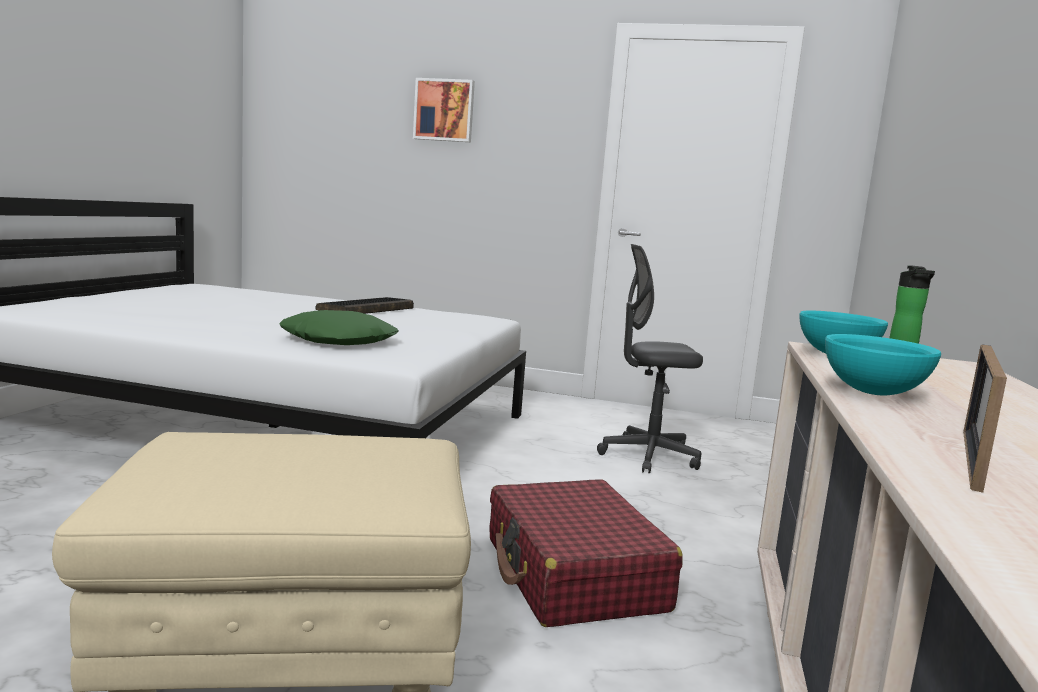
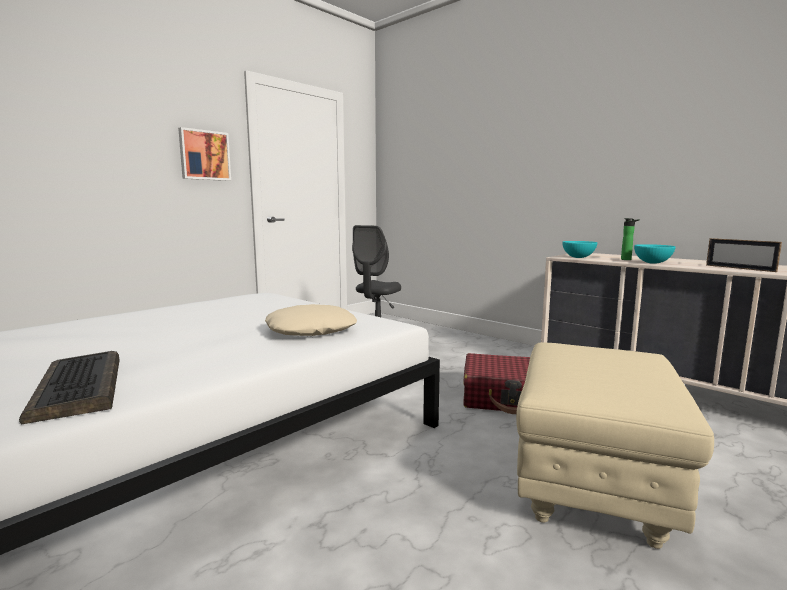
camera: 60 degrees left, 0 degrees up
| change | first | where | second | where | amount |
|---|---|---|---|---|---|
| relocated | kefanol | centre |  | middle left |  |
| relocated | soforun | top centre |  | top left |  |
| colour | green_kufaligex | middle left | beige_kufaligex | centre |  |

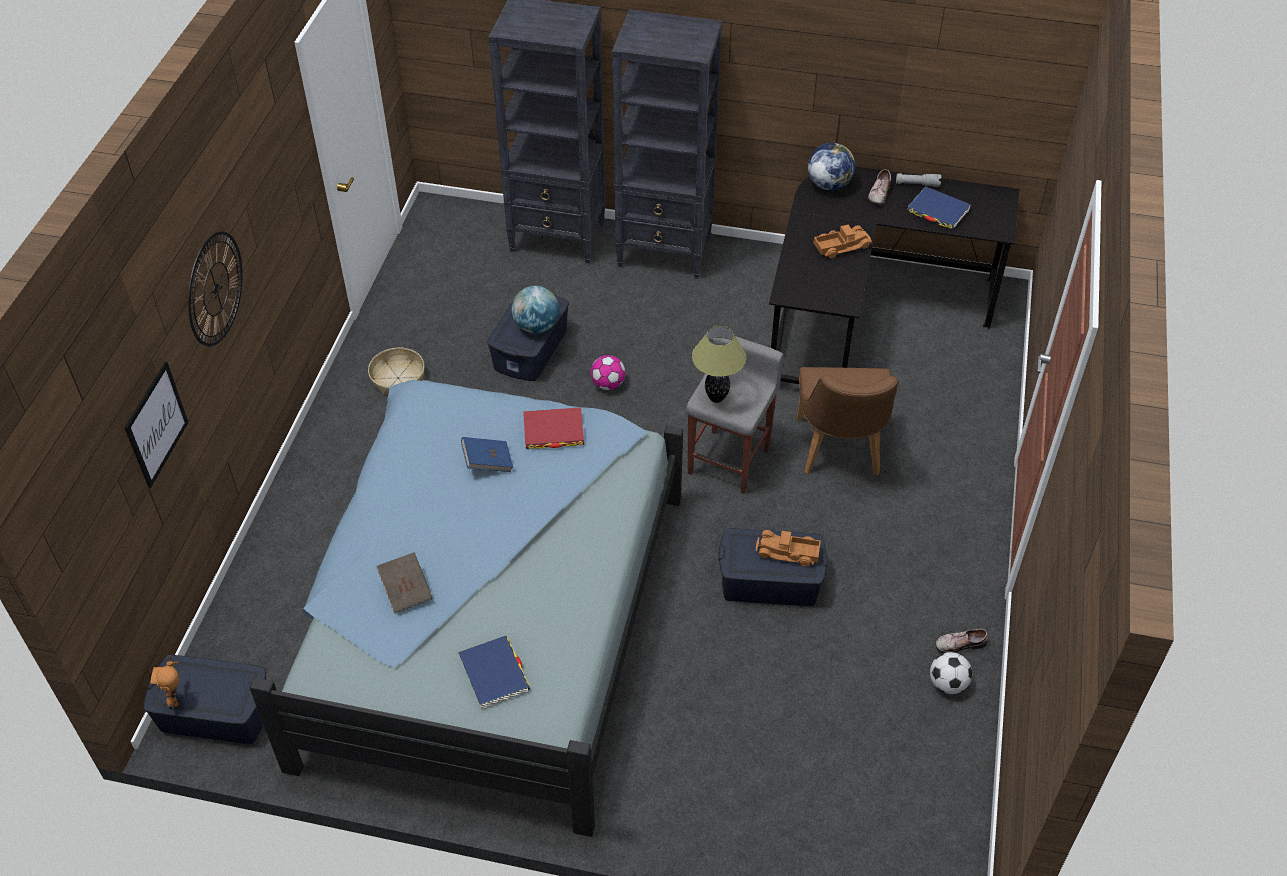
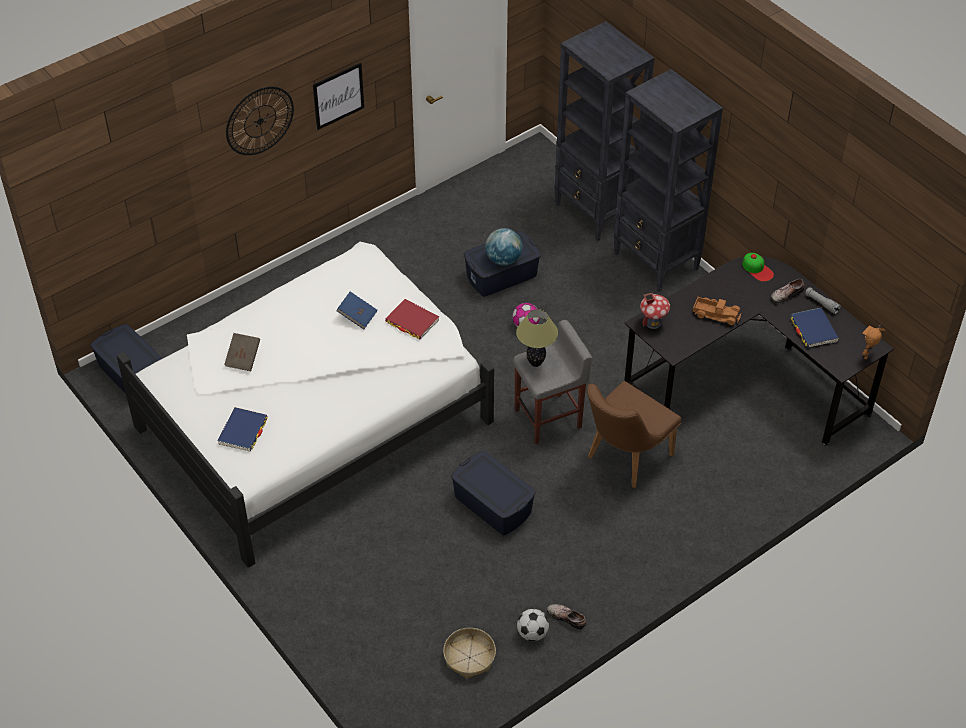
camera: 40 degrees right, 0 degrees up
| change | first | where | second | where | amount |
|---|---|---|---|---|---|
| colour | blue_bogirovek | bottom centre | white_bogirovek | middle left |  |
| relocated | soforun | middle left |  | top centre |  |
| relocated | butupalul | middle left |  | bottom centre |  |
| appeared |  |  | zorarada | middle right |  |
| exchanged | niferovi (no. 2 from left) | top centre | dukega | middle right |  |
| relocated | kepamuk | bottom left |  | middle right |  |
| missing | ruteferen (no. 1 from left) | centre |  |  |  |

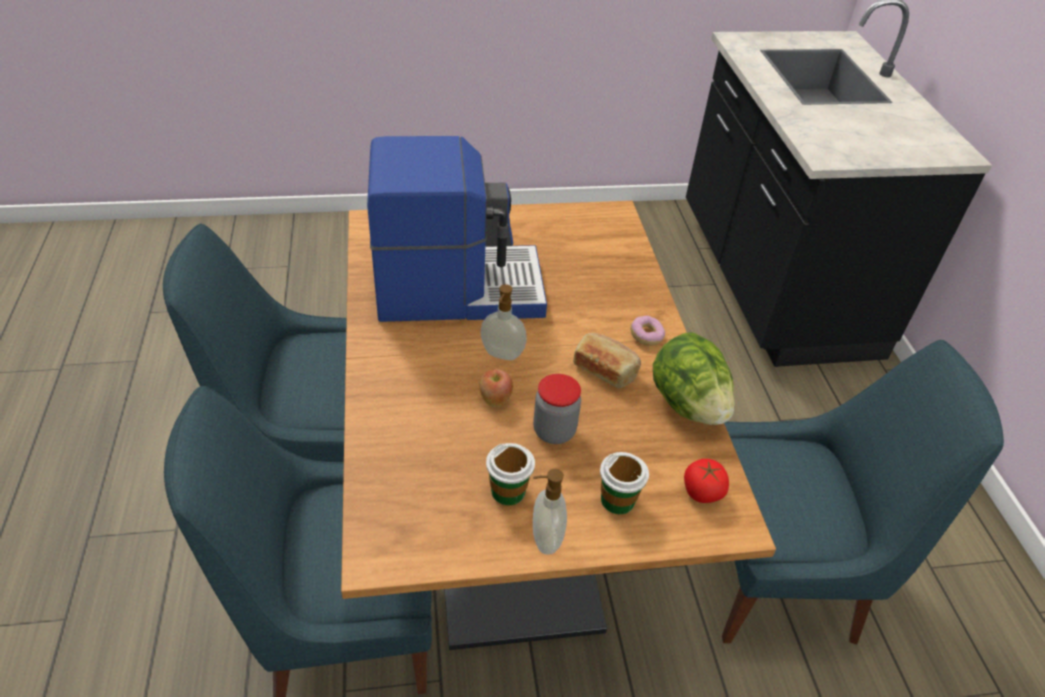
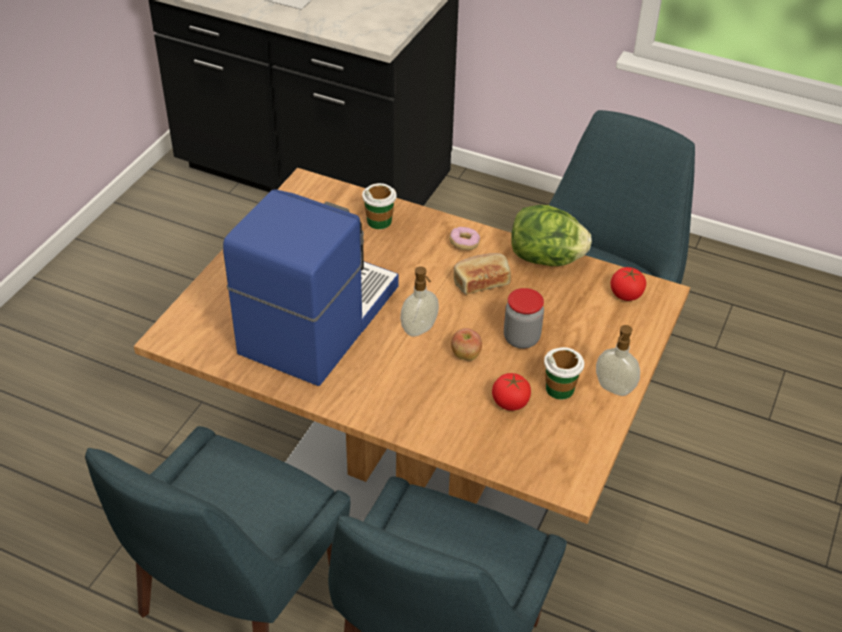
camera: 55 degrees left, 0 degrees up
| change | first | where | second | where | amount |
|---|---|---|---|---|---|
| relocated | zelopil (no. 2 from left in the first image) | bottom centre | zelopil (no. 1 from left) | top centre |  |
| appeared |  |  | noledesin (no. 1 from left) | centre |  |

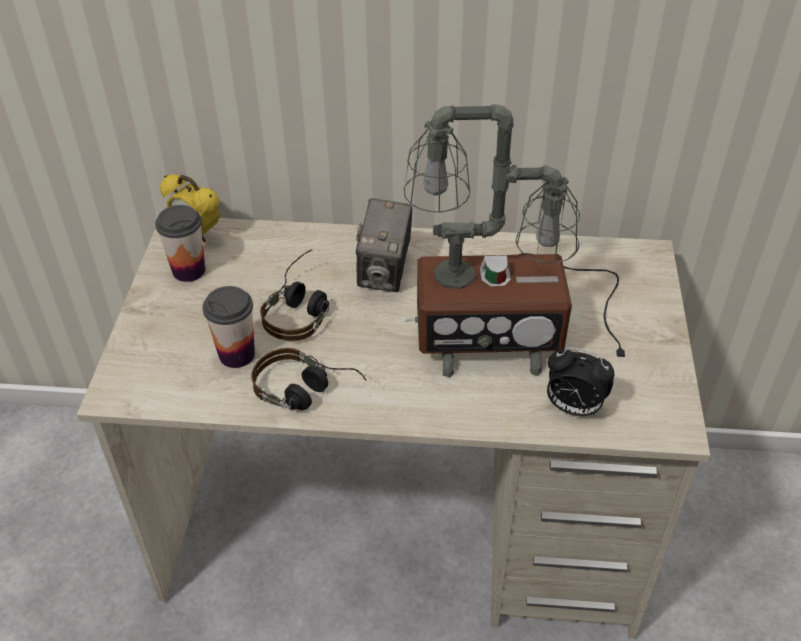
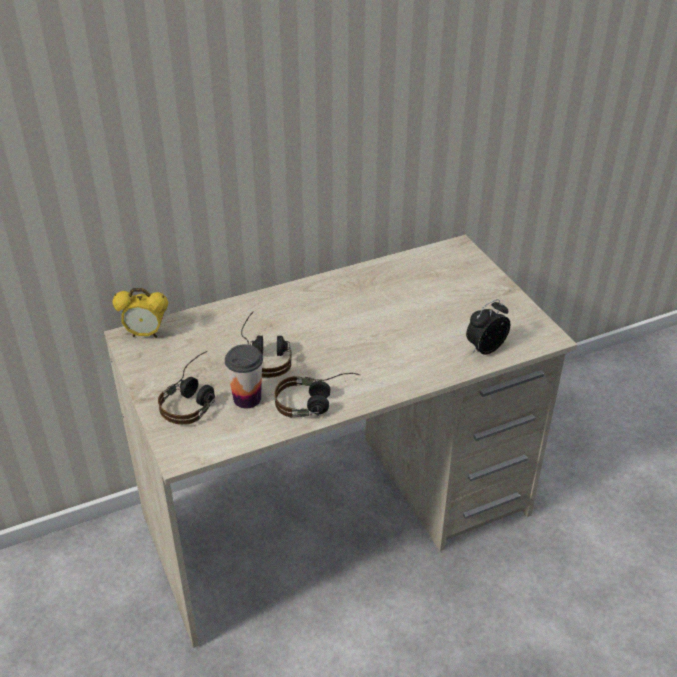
camera: 30 degrees left, 5 degrees down
| change | first | where | second | where | amount |
|---|---|---|---|---|---|
| appeared |  |  | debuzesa (no. 1 from left) | middle left |  |
| spun | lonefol (no. 2 from left) | middle right |  | middle right | 150 degrees clockwise |
| missing | zelopil (no. 1 from left) | middle left |  |  |  |
| missing | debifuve | centre |  |  |  |
| missing | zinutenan | centre |  |  |  |

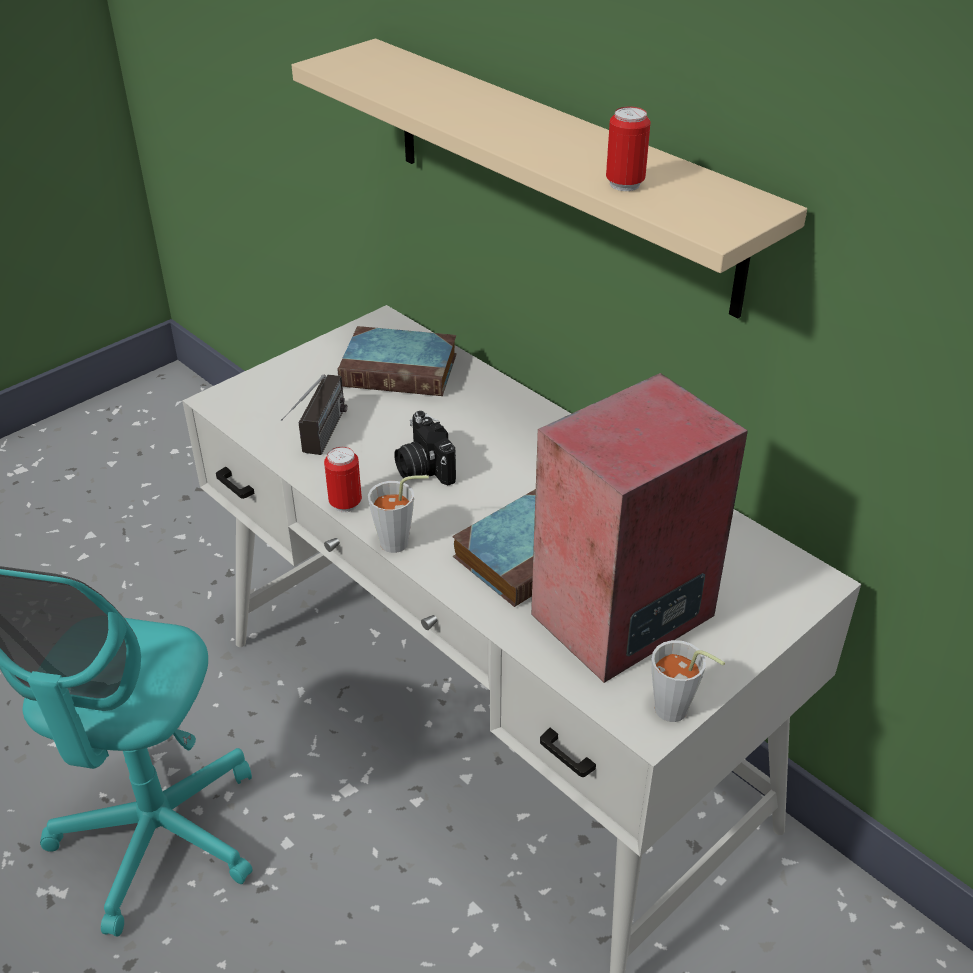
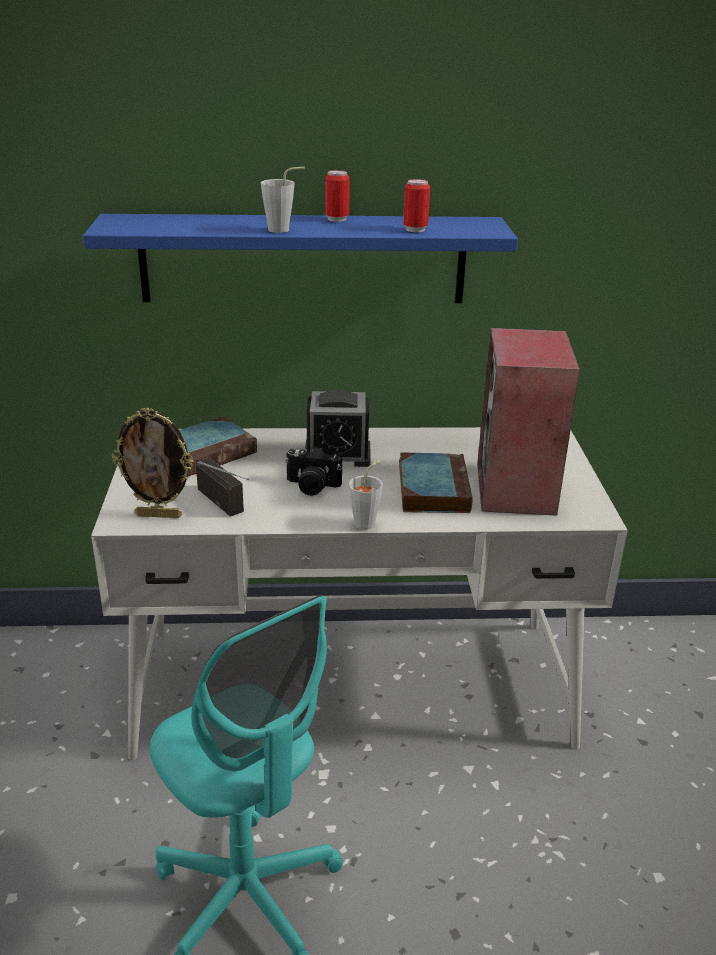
camera: 50 degrees left, 10 degrees down
| change | first | where | second | where | amount |
|---|---|---|---|---|---|
| colour | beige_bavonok | top centre | blue_bavonok | top centre |  |
| appeared |  |  | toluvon | middle left |  |
| relocated | grey_zelopil (no. 2 from left in the first image) | bottom right | grey_zelopil (no. 1 from left) | top centre |  |
| appeared |  |  | lonefol | centre |  |
| relocated | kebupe (no. 1 from left) | centre |  | top centre |  |

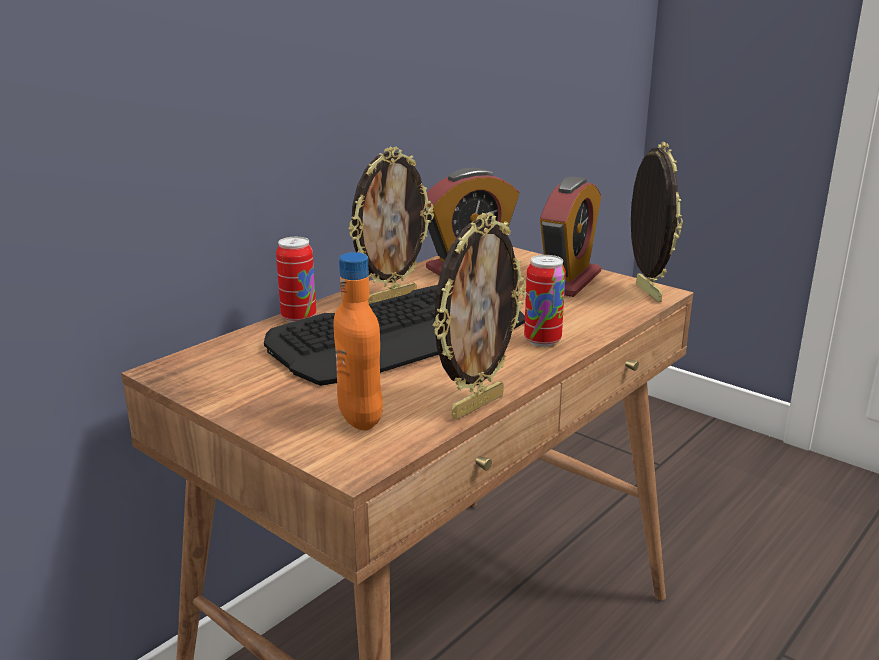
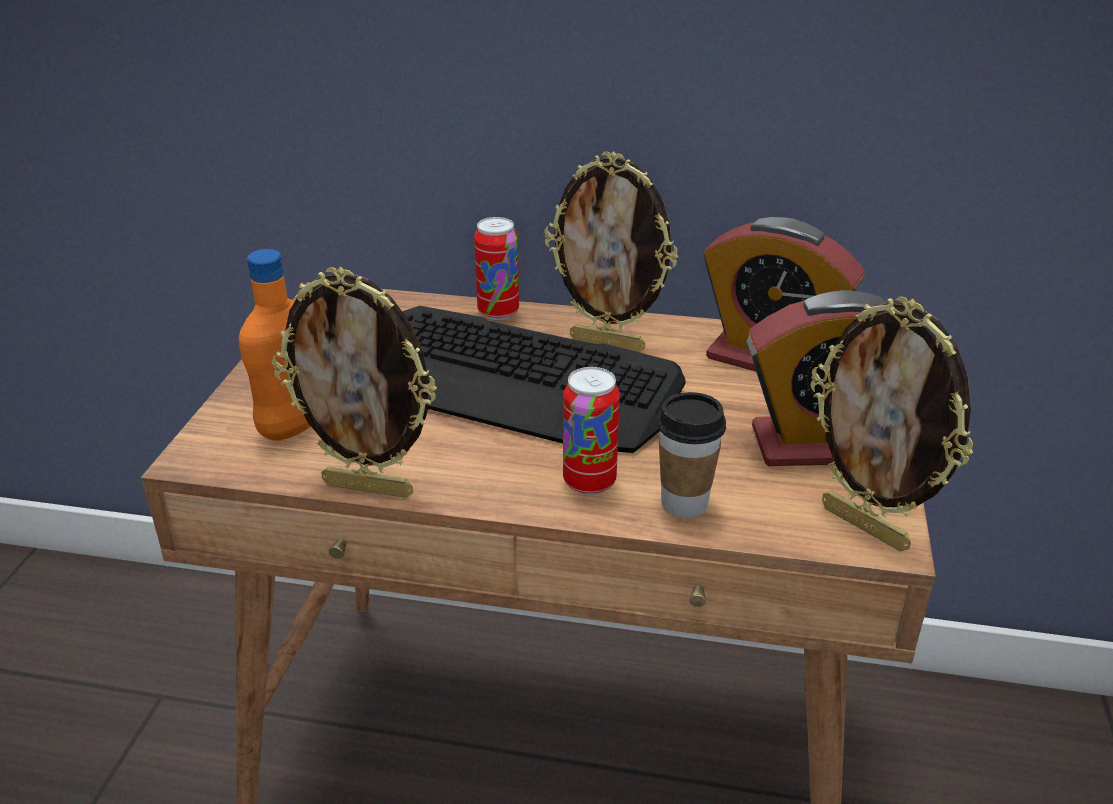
camera: 60 degrees right, 10 degrees up
| change | first | where | second | where | amount |
|---|---|---|---|---|---|
| appeared |  |  | zelopil | centre |  |
| spun | toluvon (no. 3 from left) | middle right |  | middle right | 90 degrees clockwise |

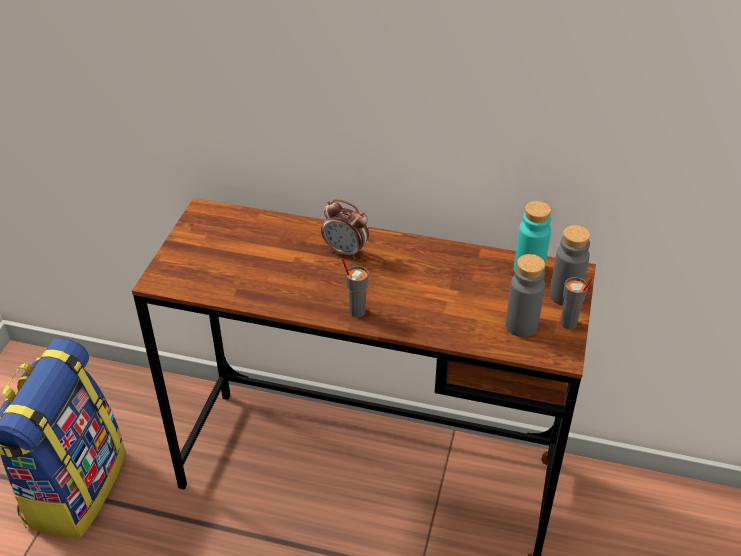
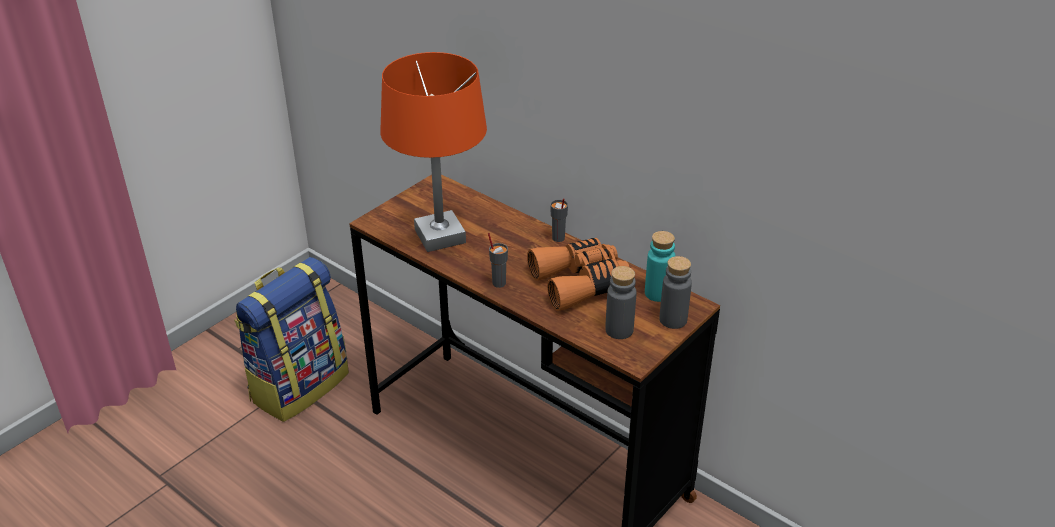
camera: 25 degrees right, 5 degrees down
| change | first | where | second | where | amount |
|---|---|---|---|---|---|
| appeared |  |  | orange_zinutenan | top centre |  |
| appeared |  |  | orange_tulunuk | centre |  |
| relocated | grey_zelopil (no. 2 from left) | middle right |  | centre |  |
| missing | lonefol | centre |  |  |  |

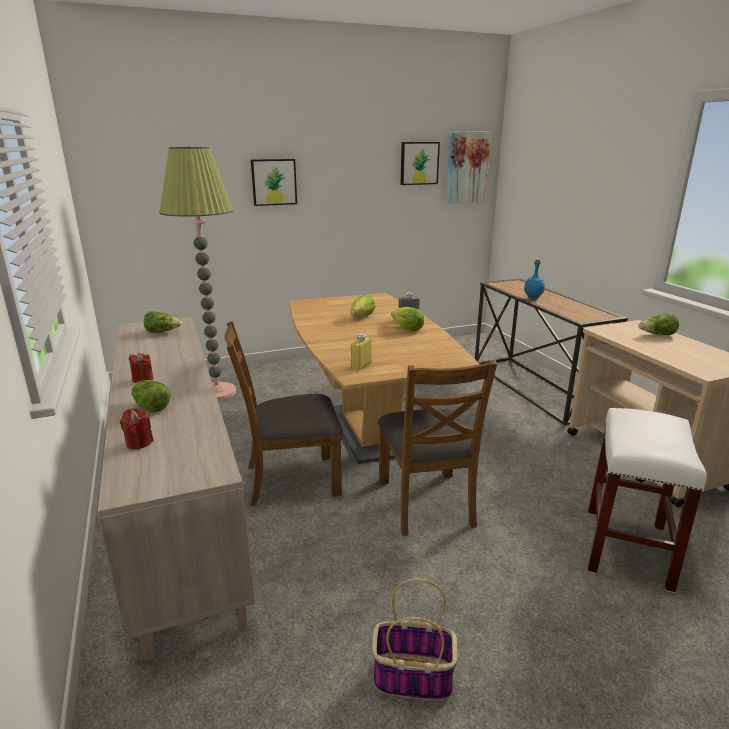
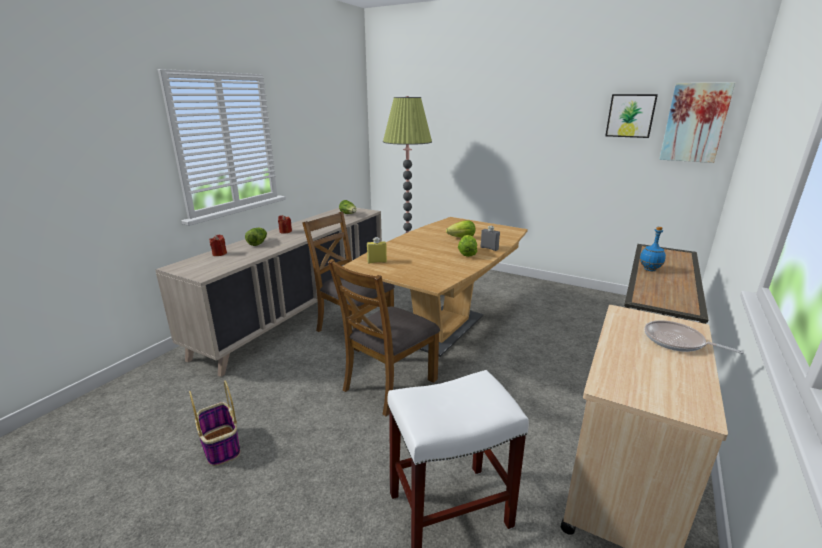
camera: 50 degrees right, 0 degrees up
| change | first | where | second | where | amount |
|---|---|---|---|---|---|
| exchanged | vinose (no. 5 from left) | middle right | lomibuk | middle right |  |
| missing | soforun (no. 1 from left) | top centre |  |  |  |

